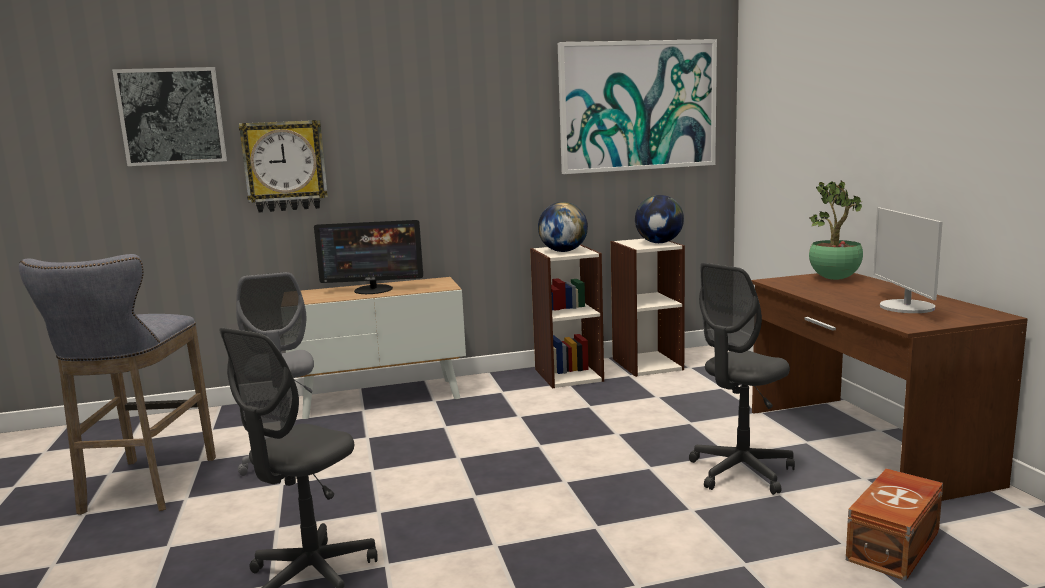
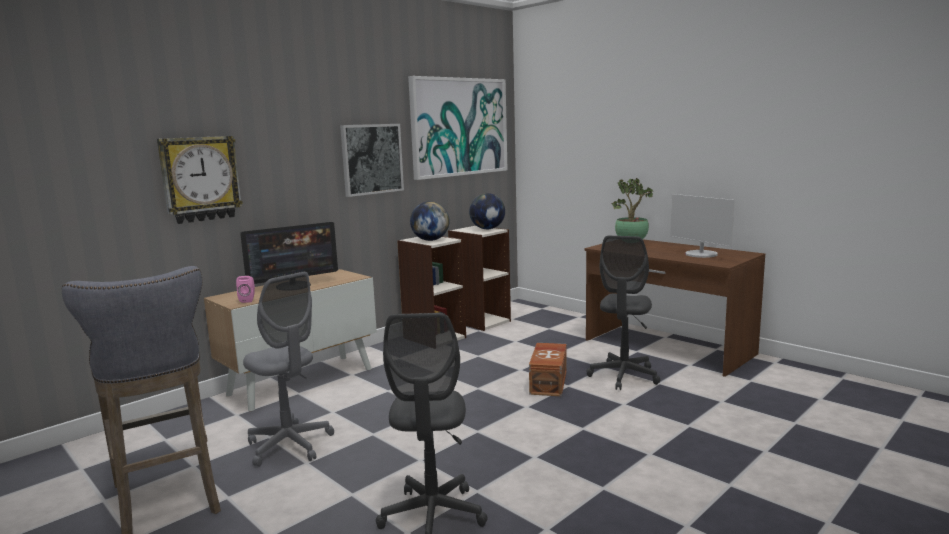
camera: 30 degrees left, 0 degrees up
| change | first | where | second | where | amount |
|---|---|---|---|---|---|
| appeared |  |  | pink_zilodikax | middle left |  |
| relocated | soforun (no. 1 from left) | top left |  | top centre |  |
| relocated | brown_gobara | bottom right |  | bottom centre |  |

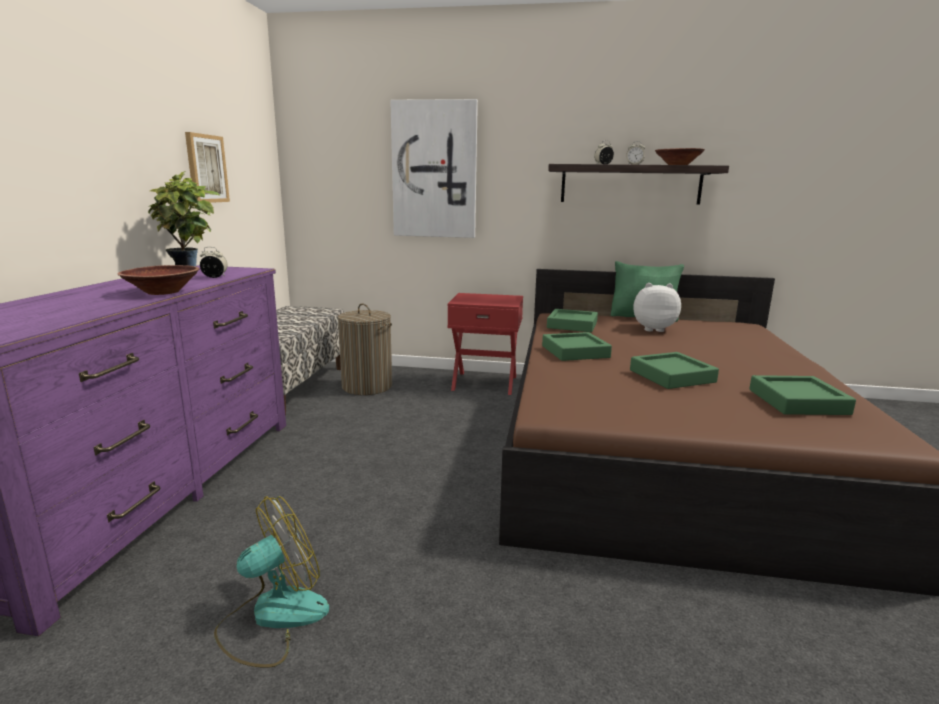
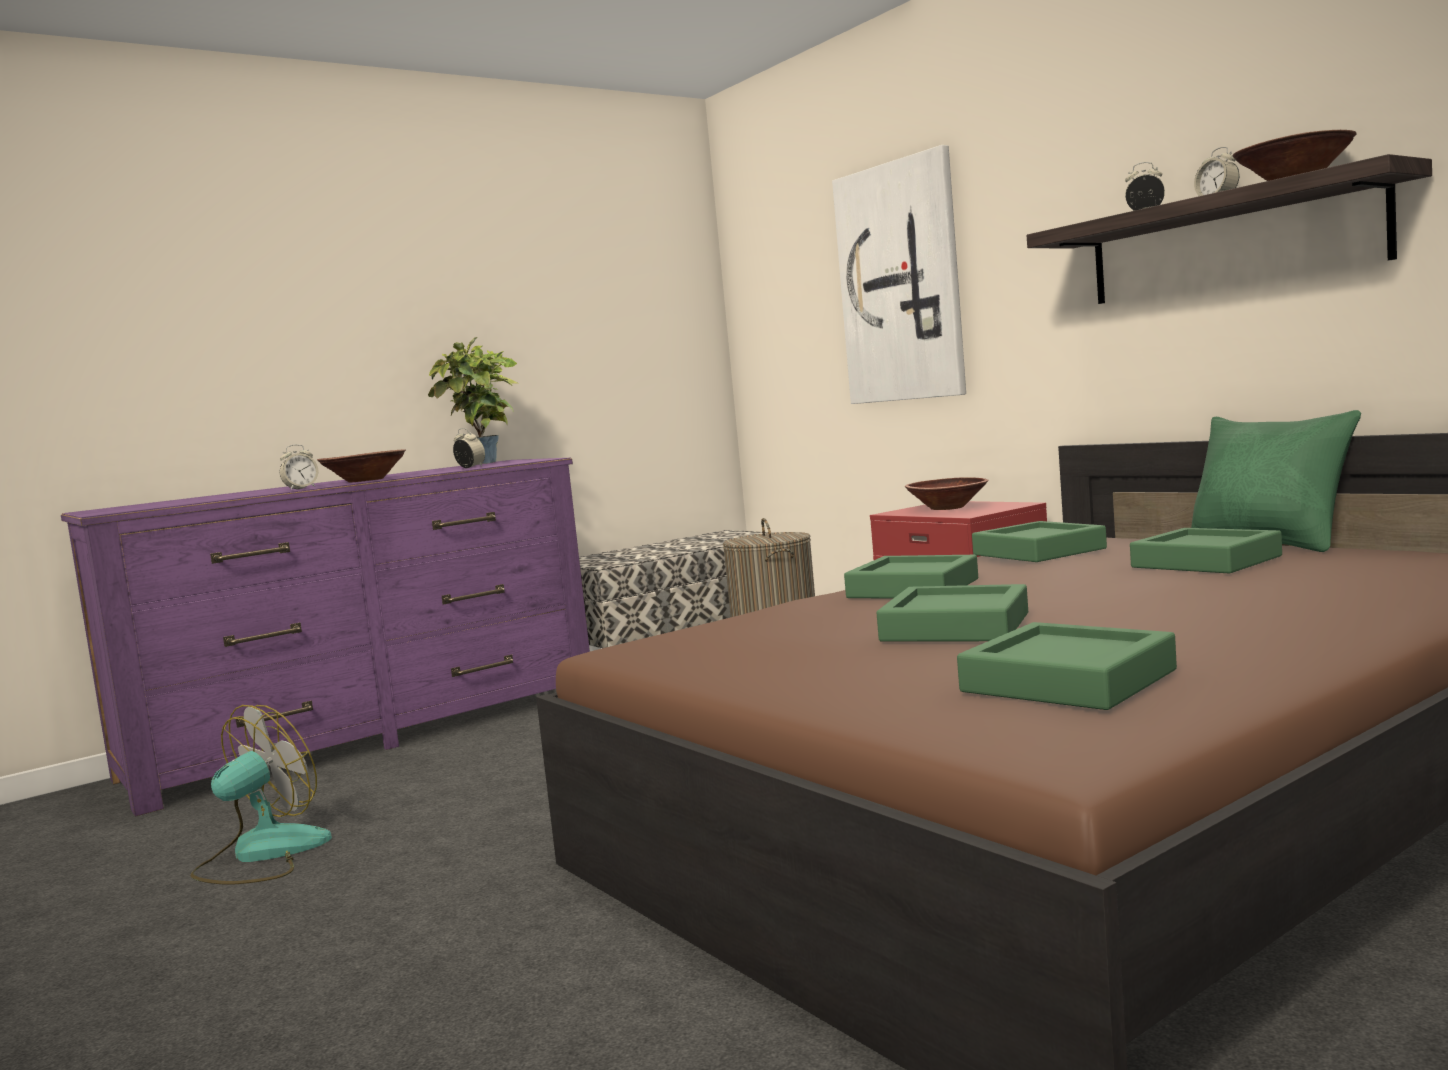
camera: 45 degrees right, 10 degrees down
| change | first | where | second | where | amount |
|---|---|---|---|---|---|
| spun | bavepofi | bottom left |  | bottom left | 60 degrees counterclockwise |
| appeared |  |  | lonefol (no. 1 from left) | middle left |  |
| appeared |  |  | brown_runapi (no. 2 from left) | centre |  |
| exchanged | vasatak | middle right | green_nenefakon (no. 5 from left) | middle right |  |
| missing | soforun (no. 1 from left) | top left |  |  |  |

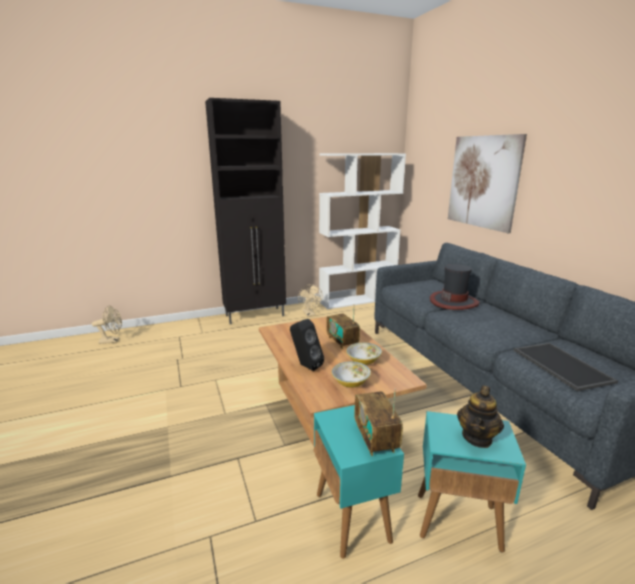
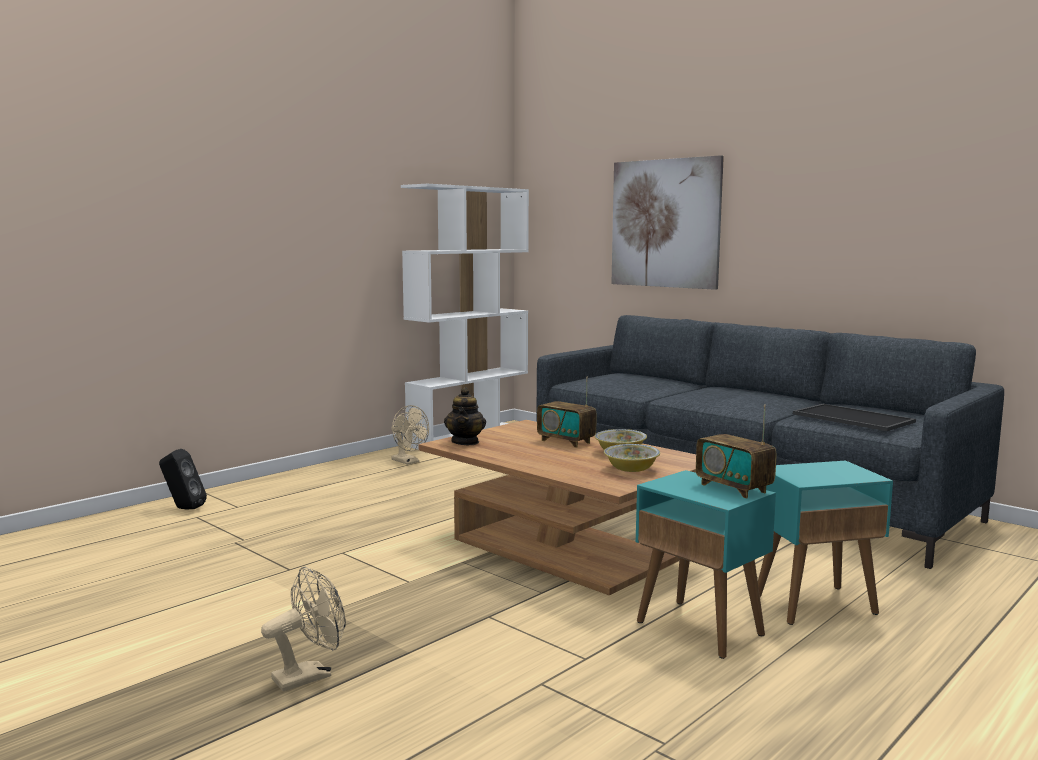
camera: 25 degrees left, 10 degrees down
| change | first | where | second | where | amount |
|---|---|---|---|---|---|
| relocated | black_zilodikax | centre |  | middle left |  |
| relocated | beige_bavepofi (no. 1 from left) | middle left |  | bottom left |  |
| relocated | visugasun | bottom right |  | centre |  |
| missing | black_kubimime | centre |  |  |  |
| missing | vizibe | middle right |  |  |  |

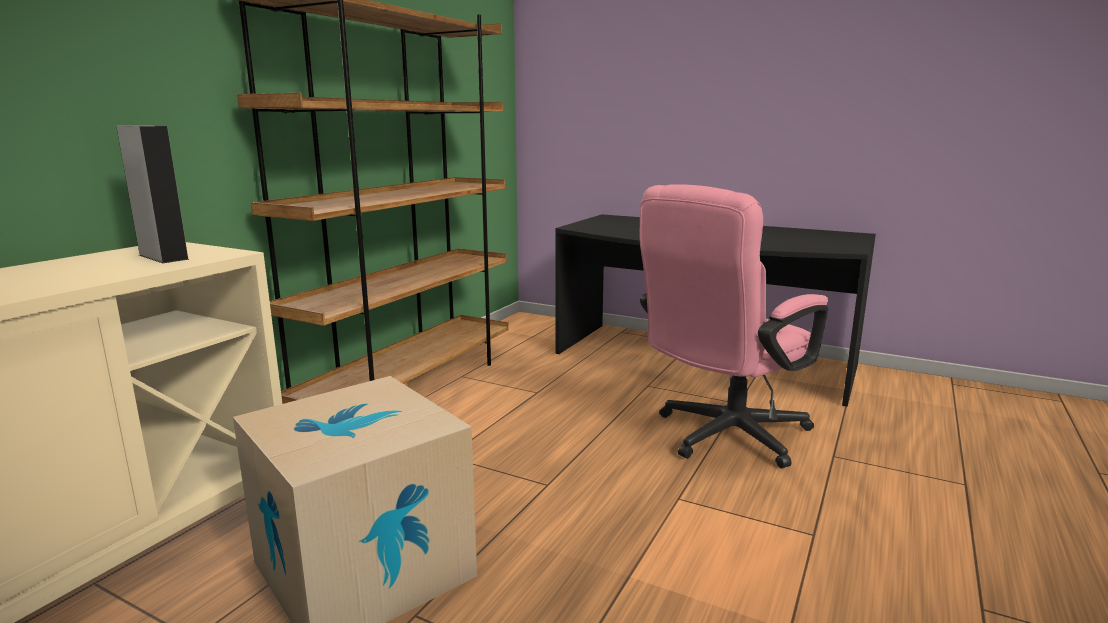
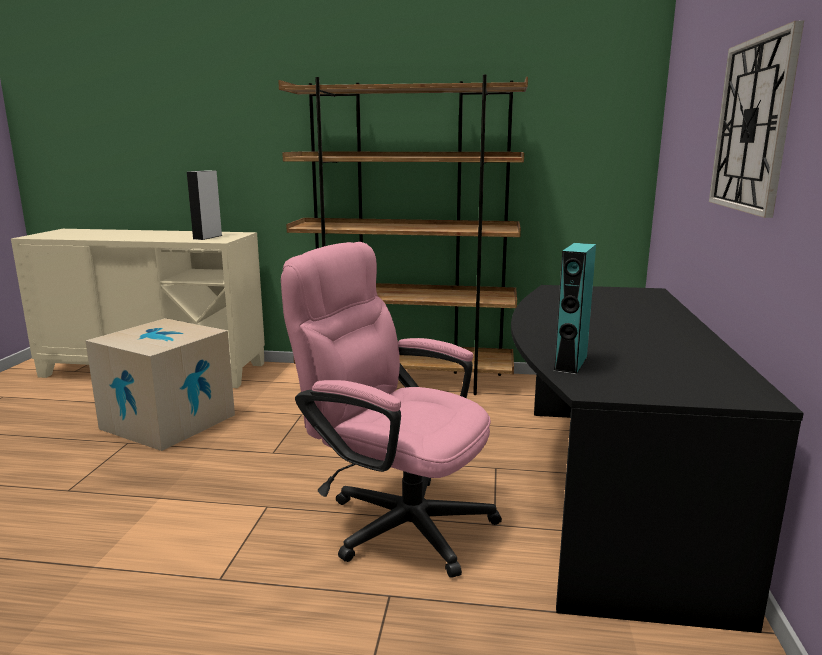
camera: 70 degrees right, 0 degrees up
| change | first | where | second | where | amount |
|---|---|---|---|---|---|
| appeared |  |  | turquoise_zilodikax | middle right |  |
| appeared |  |  | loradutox | top right |  |

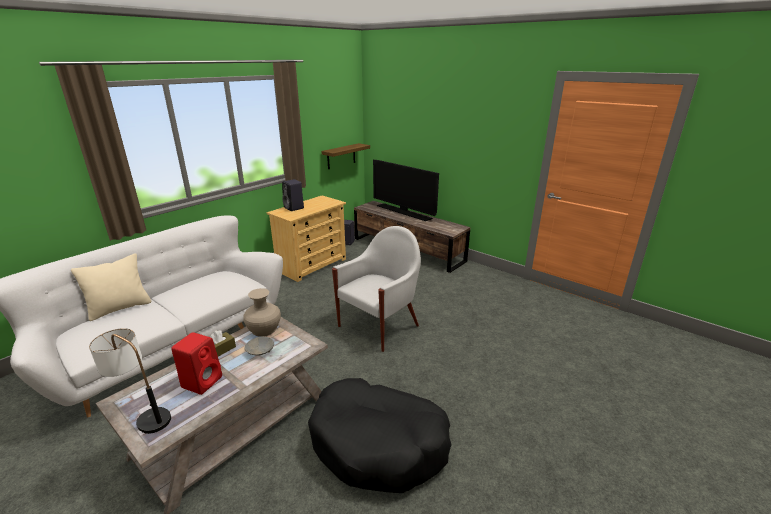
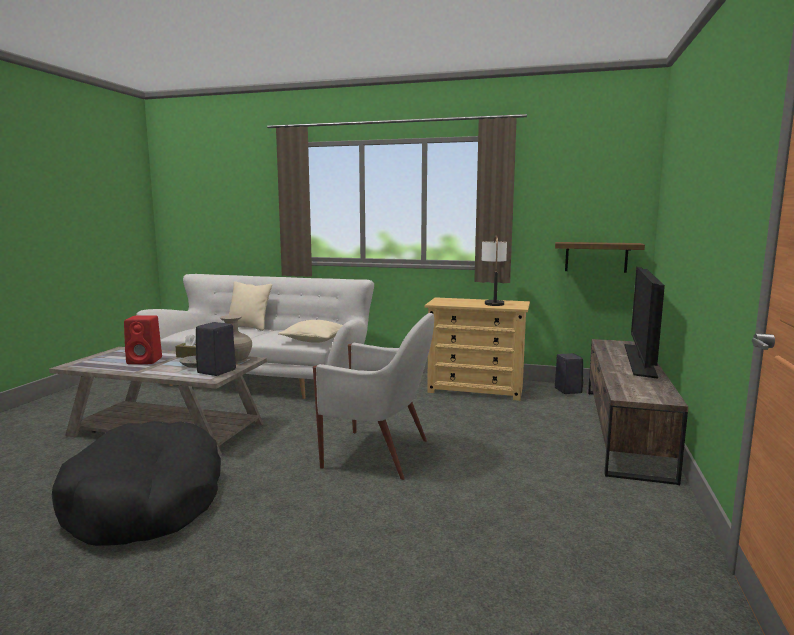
camera: 65 degrees right, 15 degrees down
| change | first | where | second | where | amount |
|---|---|---|---|---|---|
| relocated | black_zilodikax (no. 1 from left) | centre |  | middle left |  |
| appeared |  |  | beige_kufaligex (no. 2 from left) | centre |  |
| relocated | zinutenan | bottom left |  | centre |  |

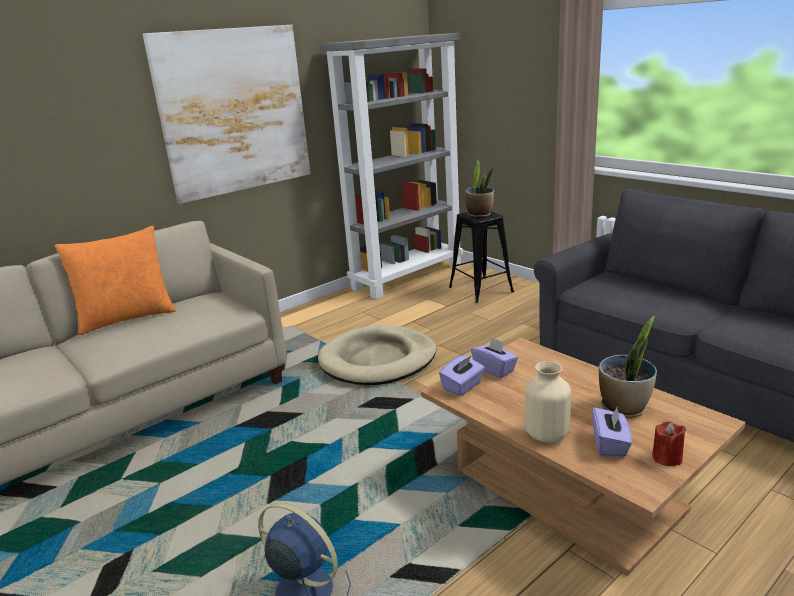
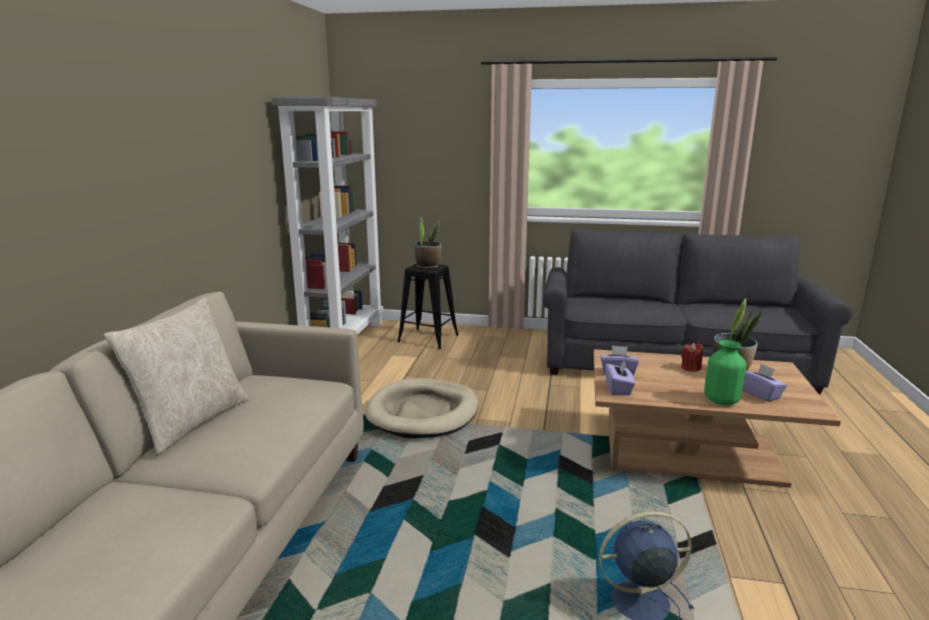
camera: 40 degrees left, 5 degrees down
| change | first | where | second | where | amount |
|---|---|---|---|---|---|
| colour | orange_kufaligex | middle left | beige_kufaligex | middle left |  |
| relocated | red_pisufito | bottom right |  | middle right |  |
| colour | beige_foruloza | bottom right | green_foruloza | middle right |  |
| missing | soforun | top left |  |  |  |

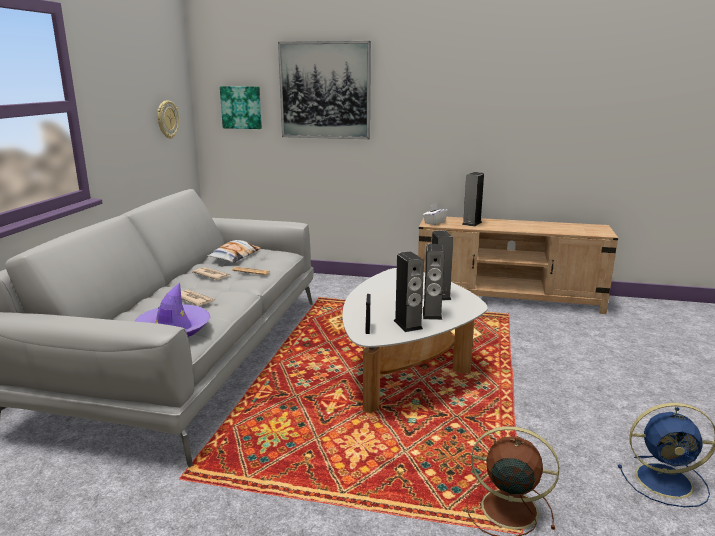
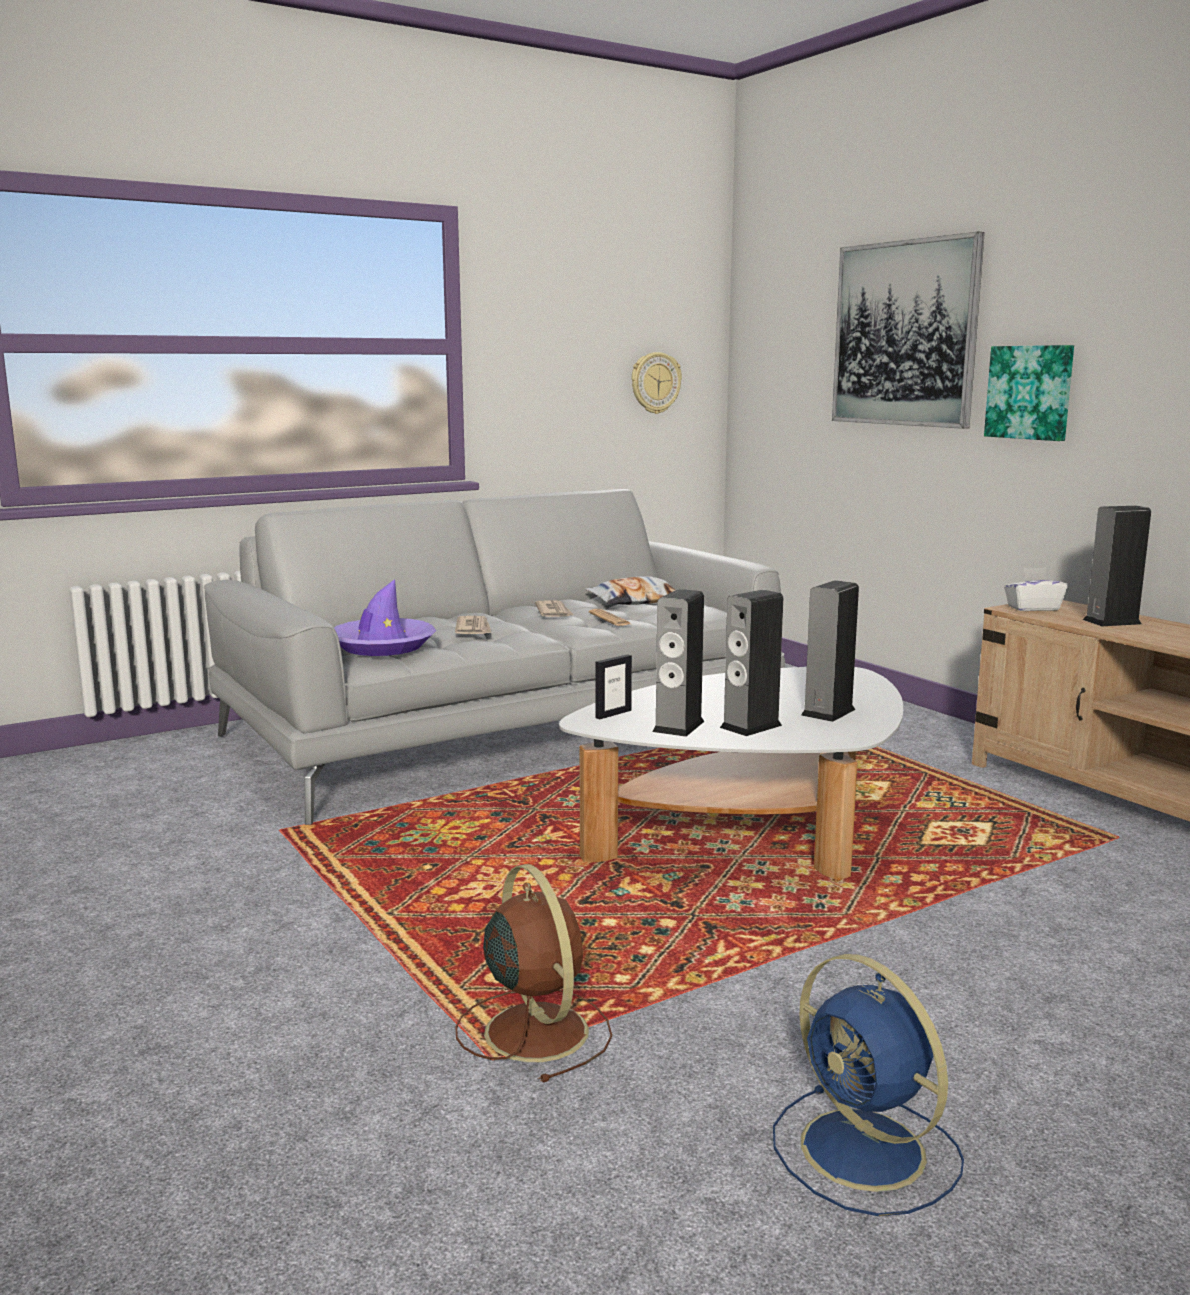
camera: 45 degrees right, 5 degrees down
| change | first | where | second | where | amount |
|---|---|---|---|---|---|
| relocated | soforun (no. 1 from left in the first image) | top centre | soforun (no. 2 from left) | top right |  |

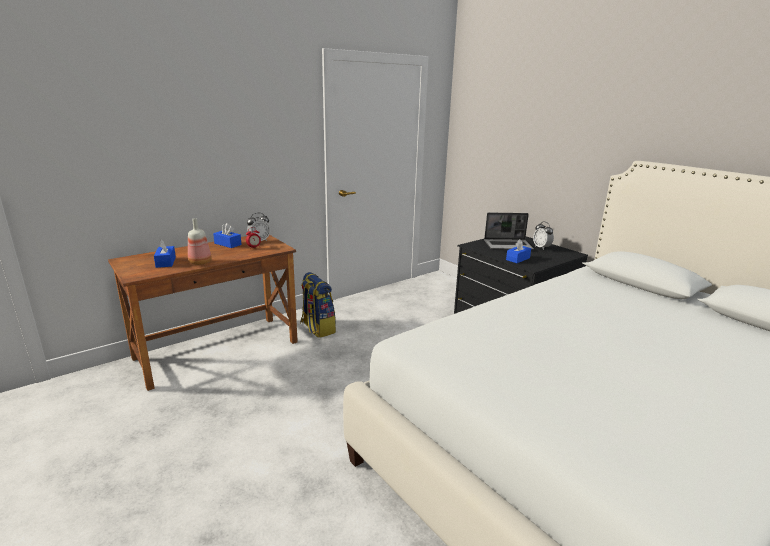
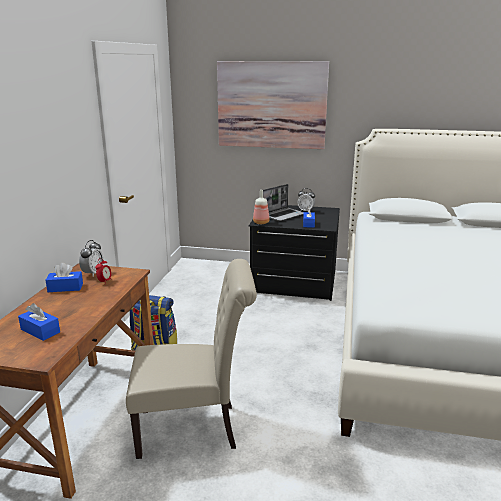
camera: 40 degrees left, 0 degrees up
| change | first | where | second | where | amount |
|---|---|---|---|---|---|
| appeared |  |  | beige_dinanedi | bottom centre |  |
| appeared |  |  | soforun | top centre |  |
| relocated | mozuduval | middle left |  | centre |  |

